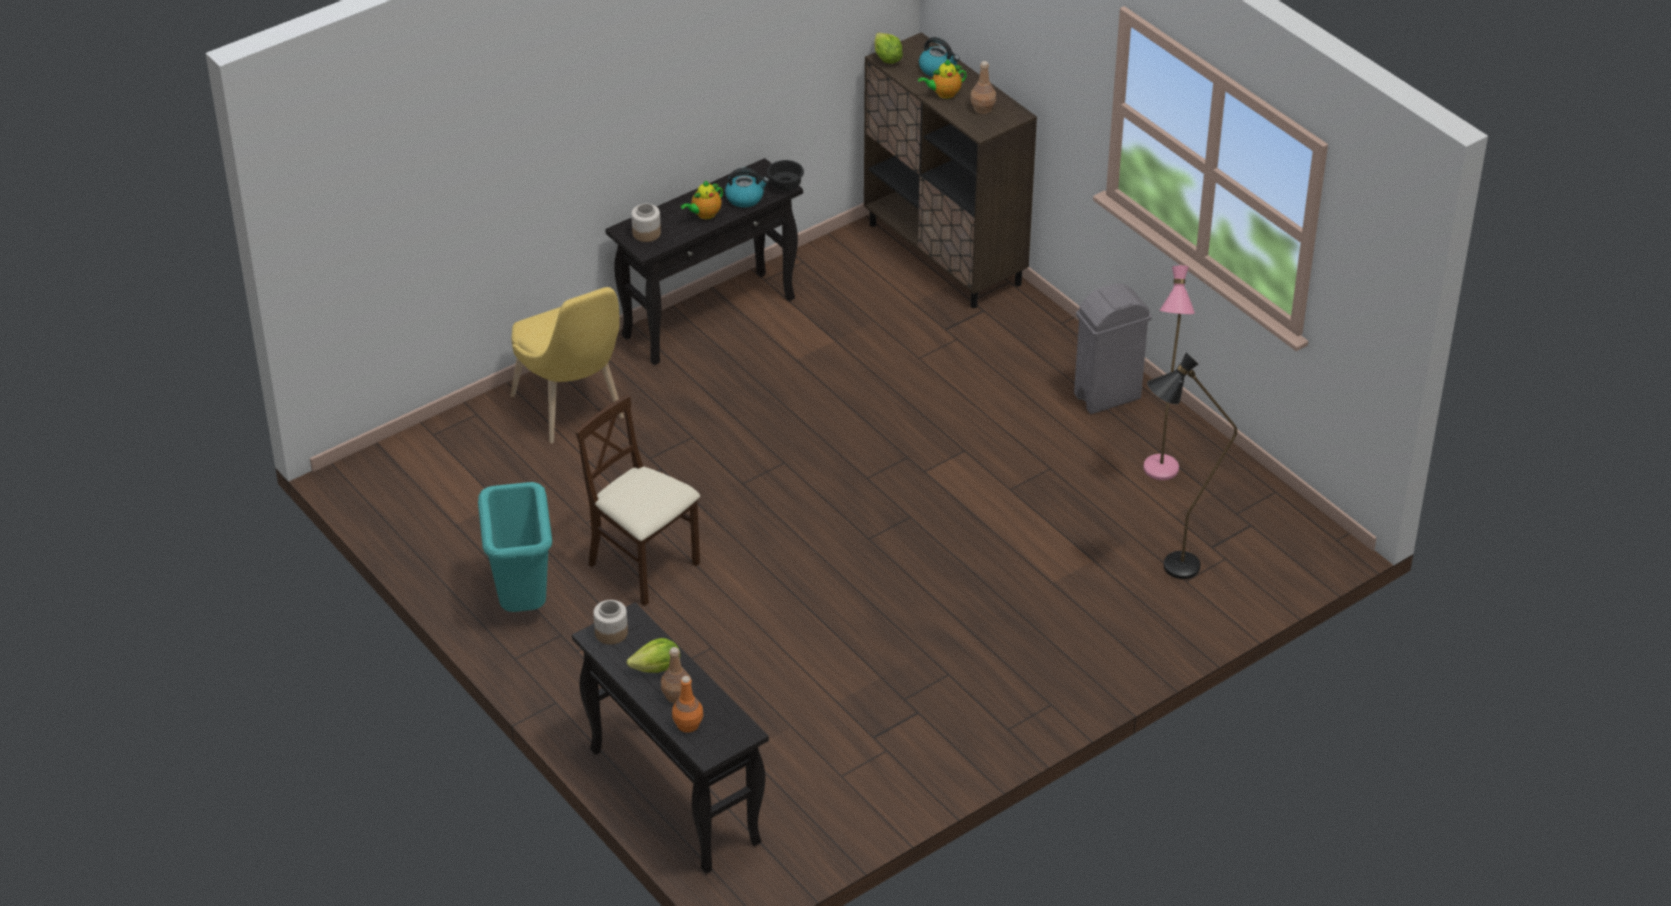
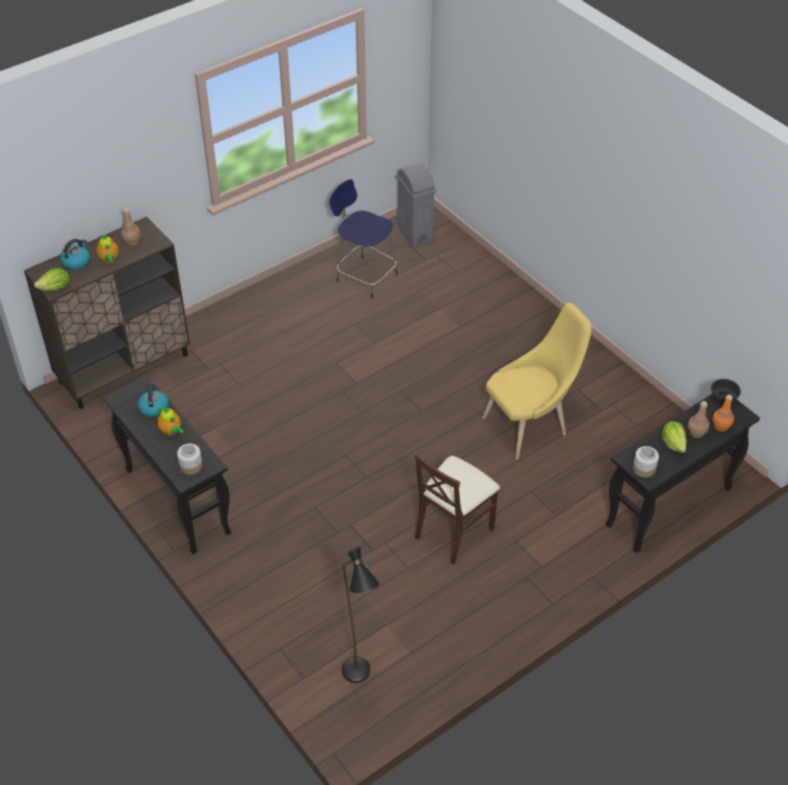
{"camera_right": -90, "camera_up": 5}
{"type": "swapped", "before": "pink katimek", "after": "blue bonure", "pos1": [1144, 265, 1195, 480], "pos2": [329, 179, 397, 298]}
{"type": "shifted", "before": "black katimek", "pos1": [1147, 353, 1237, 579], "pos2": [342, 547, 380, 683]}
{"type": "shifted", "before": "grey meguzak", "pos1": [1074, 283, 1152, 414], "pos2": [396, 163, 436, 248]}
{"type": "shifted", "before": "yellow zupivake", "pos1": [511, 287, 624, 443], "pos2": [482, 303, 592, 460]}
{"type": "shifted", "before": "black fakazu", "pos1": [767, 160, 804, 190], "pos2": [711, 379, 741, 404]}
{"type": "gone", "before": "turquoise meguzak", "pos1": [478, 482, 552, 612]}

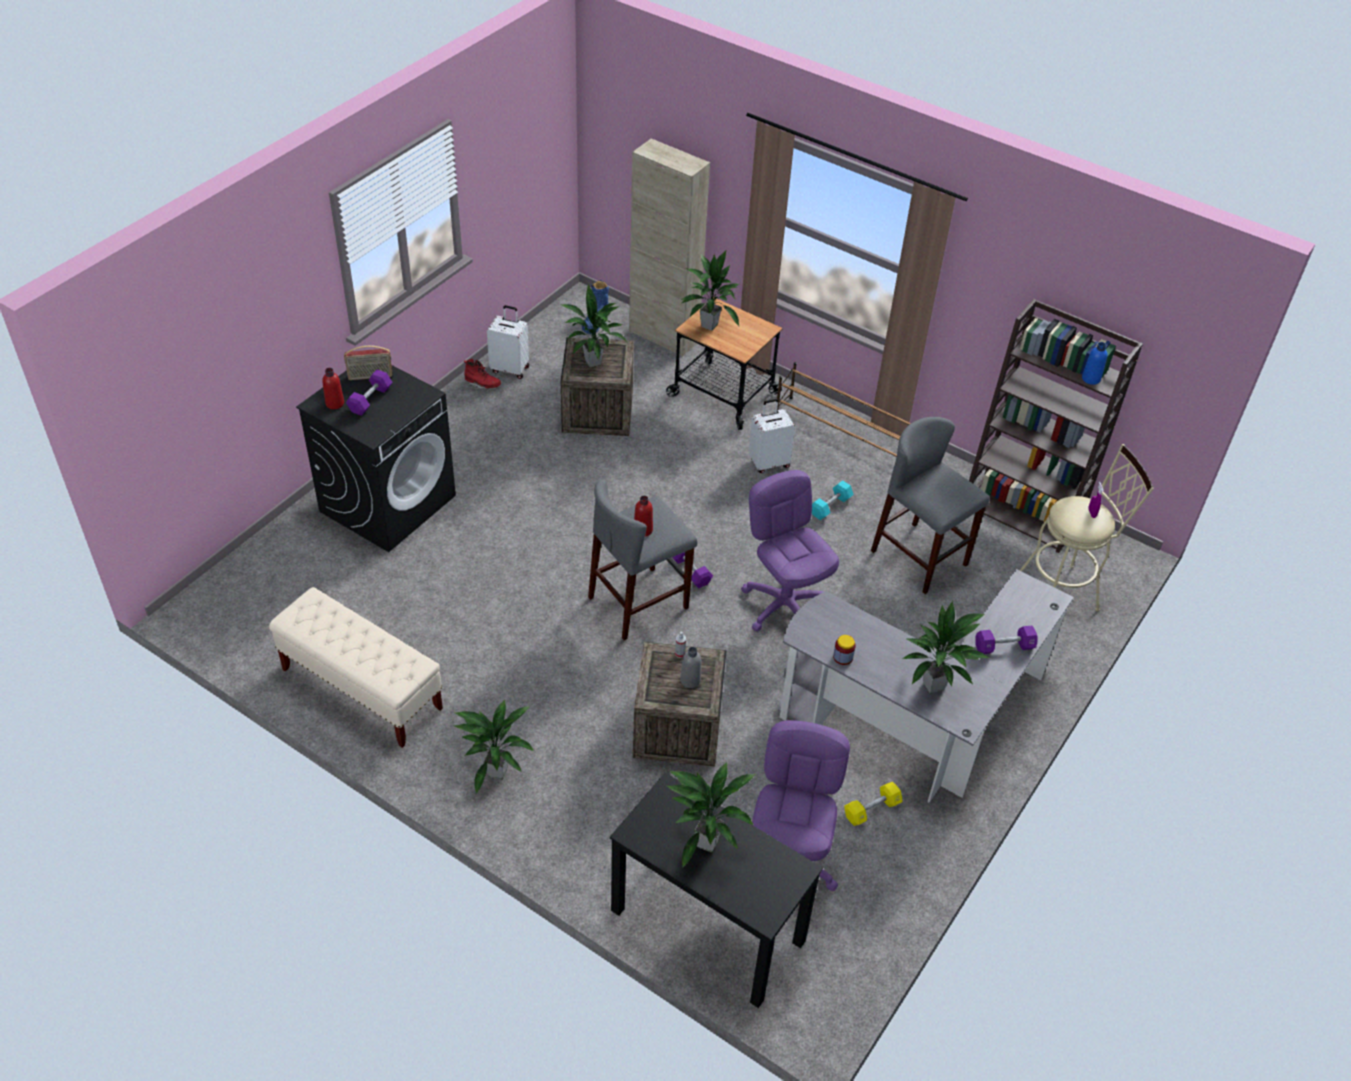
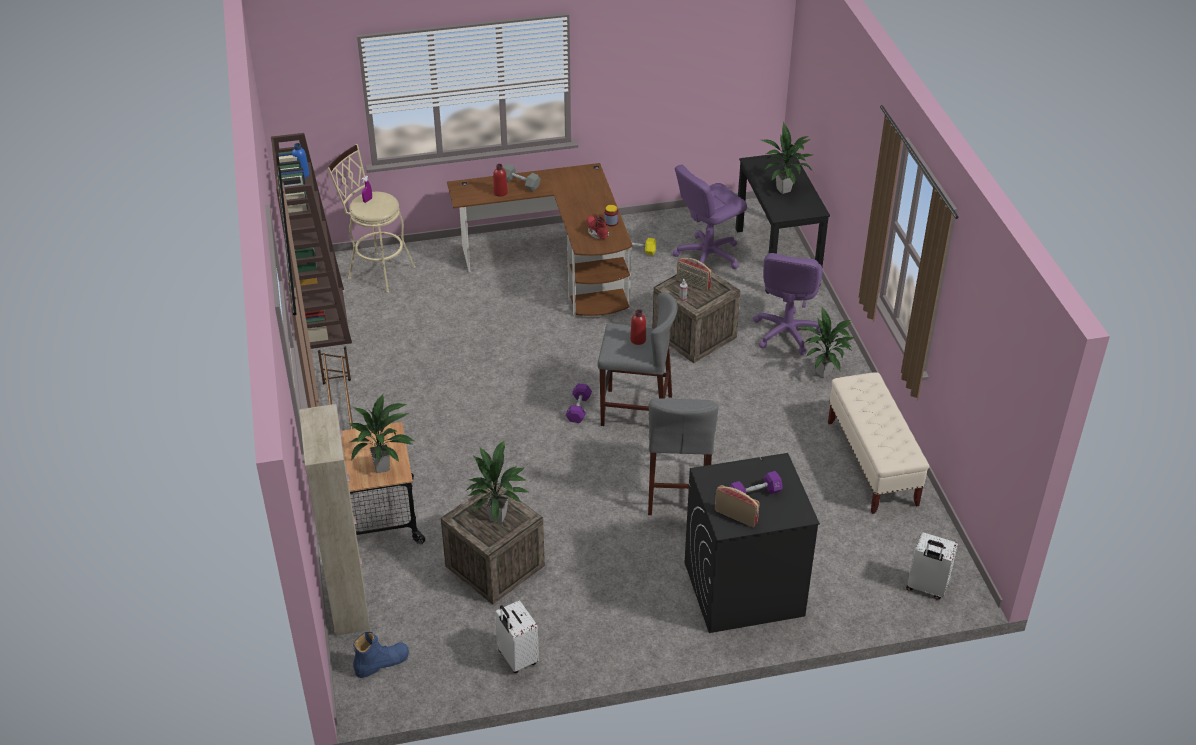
{"camera_right": -135, "camera_up": -5}
{"type": "repainted", "before": "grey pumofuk", "after": "brown pumofuk", "pos1": [778, 569, 1074, 803], "pos2": [447, 163, 633, 317]}
{"type": "shifted", "before": "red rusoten", "pos1": [322, 368, 344, 409], "pos2": [493, 164, 508, 197]}
{"type": "repainted", "before": "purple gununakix", "after": "grey gununakix", "pos1": [975, 625, 1038, 654], "pos2": [503, 164, 540, 191]}
{"type": "shifted", "before": "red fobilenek", "pos1": [464, 359, 501, 390], "pos2": [586, 215, 609, 239]}
{"type": "shifted", "before": "grey bonure", "pos1": [871, 417, 990, 594], "pos2": [648, 398, 719, 515]}
{"type": "swapped", "before": "grey rusoten", "after": "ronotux", "pos1": [680, 647, 701, 688], "pos2": [677, 258, 712, 291]}
{"type": "shifted", "before": "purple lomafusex", "pos1": [741, 470, 839, 632], "pos2": [753, 253, 823, 355]}
{"type": "shifted", "before": "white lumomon", "pos1": [749, 399, 795, 473], "pos2": [906, 533, 958, 599]}
{"type": "gone", "before": "turquoise gununakix", "pos1": [812, 480, 854, 520]}
{"type": "gone", "before": "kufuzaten", "pos1": [902, 601, 989, 694]}

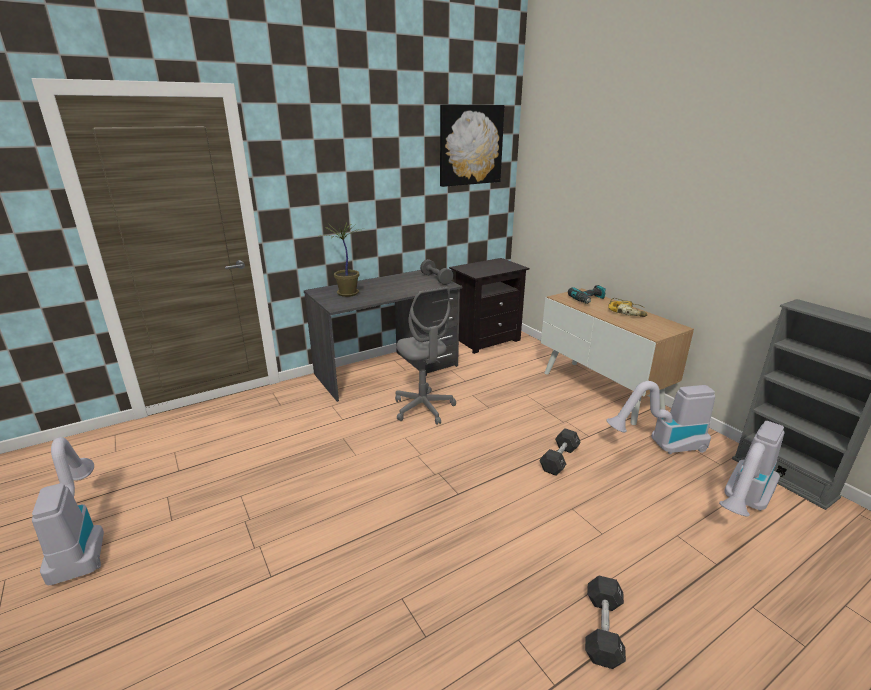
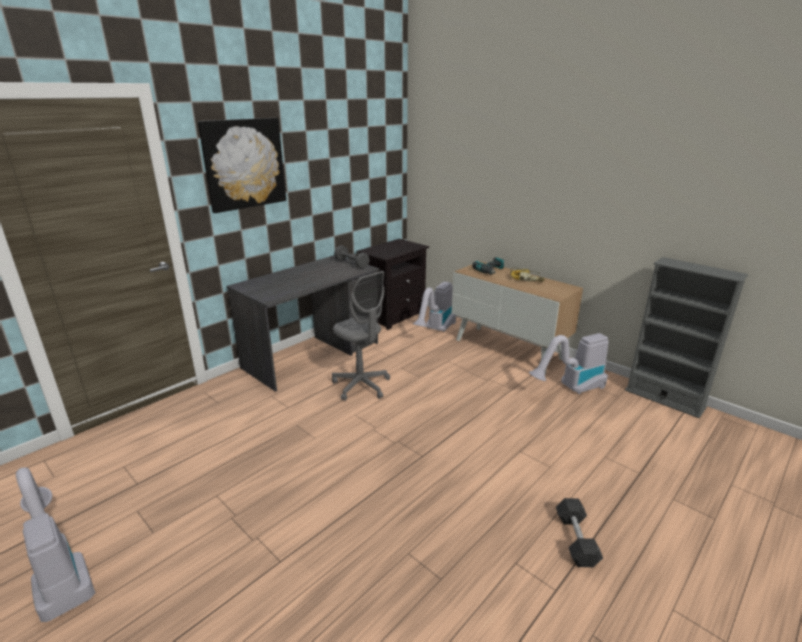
{"camera_right": -15, "camera_up": 0}
{"type": "shifted", "before": "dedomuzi", "pos1": [440, 104, 505, 187], "pos2": [198, 118, 286, 213]}
{"type": "shifted", "before": "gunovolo", "pos1": [719, 421, 785, 517], "pos2": [413, 282, 456, 332]}
{"type": "gone", "before": "kufuzaten", "pos1": [318, 222, 365, 297]}
{"type": "gone", "before": "black gununakix", "pos1": [539, 428, 581, 476]}

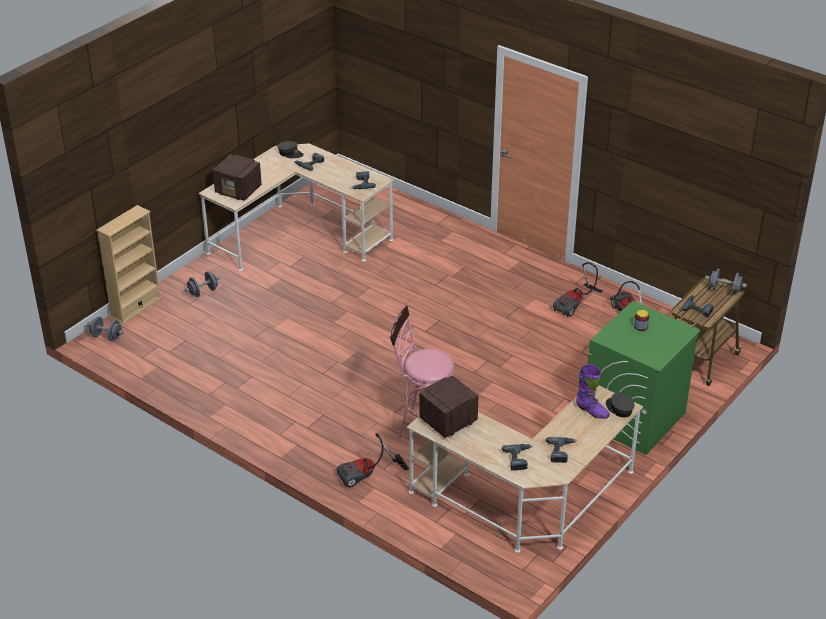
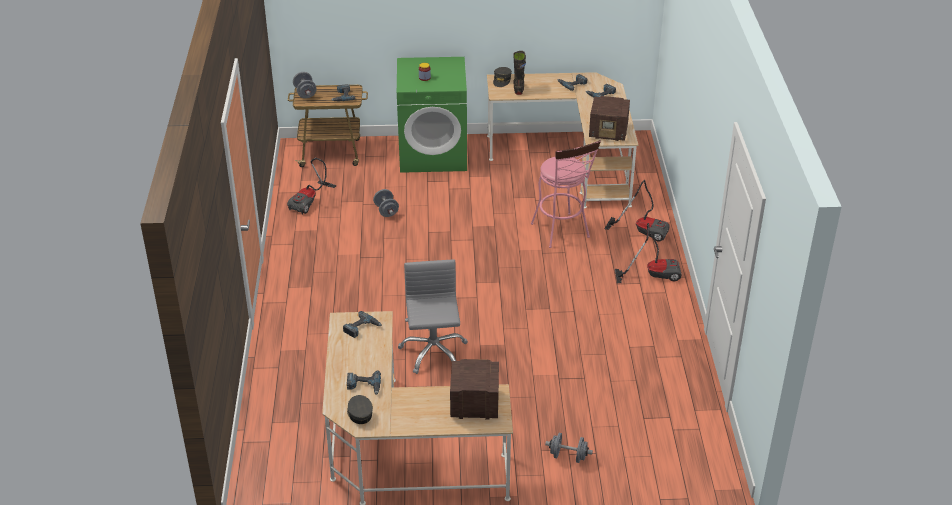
{"camera_right": -130, "camera_up": 0}
{"type": "shifted", "before": "grey gununakix", "pos1": [87, 316, 124, 341], "pos2": [373, 189, 399, 217]}
{"type": "new", "after": "grey lomafusex", "pos2": [398, 260, 468, 374]}
{"type": "rotated", "before": "ronotux", "pos1": [213, 154, 262, 201], "pos2": [450, 359, 499, 419], "turn": -75}
{"type": "repainted", "before": "purple fobilenek", "after": "black fobilenek", "pos1": [576, 364, 610, 419], "pos2": [513, 51, 526, 95]}
{"type": "shifted", "before": "gunovolo", "pos1": [553, 262, 602, 317], "pos2": [615, 223, 682, 283]}
{"type": "gone", "before": "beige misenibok", "pos1": [96, 205, 162, 324]}

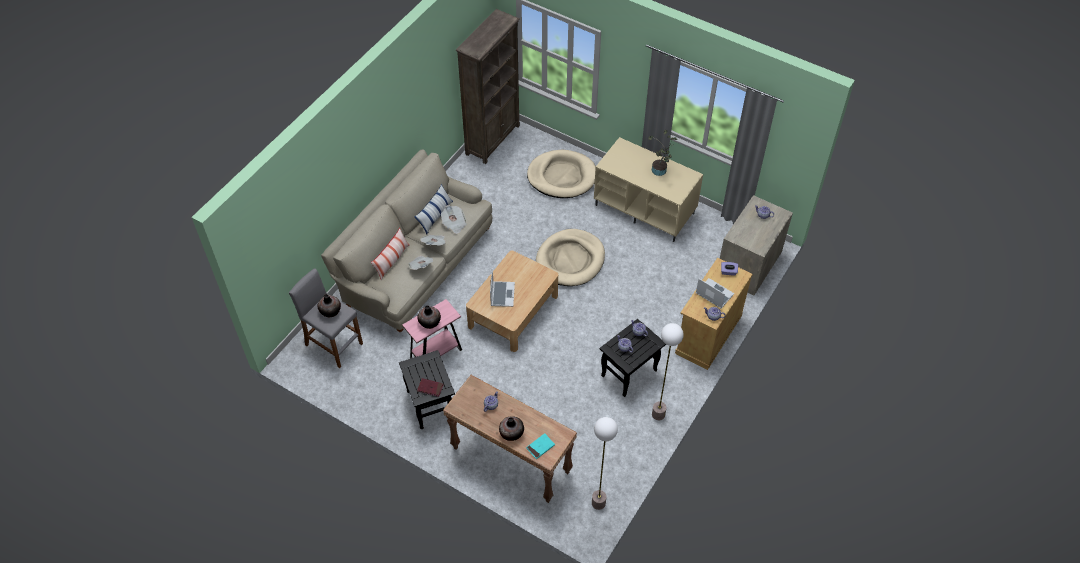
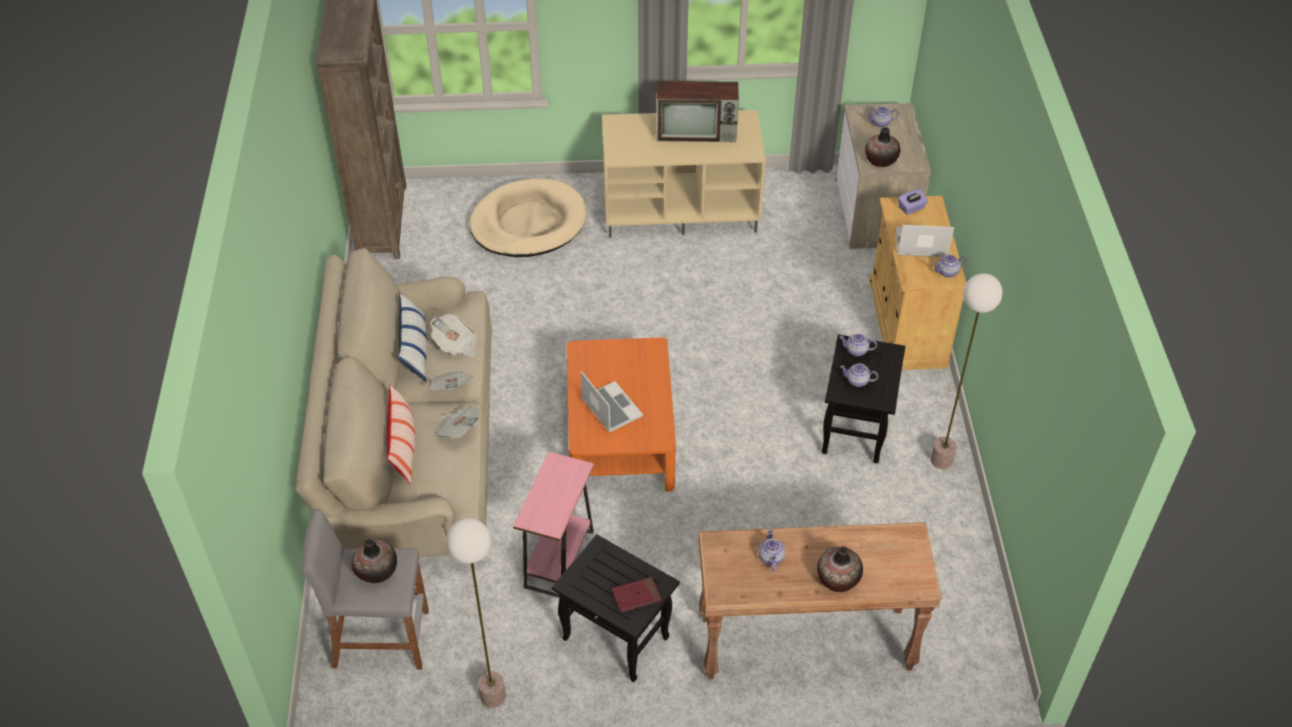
{"camera_right": -35, "camera_up": -5}
{"type": "shifted", "before": "katimek", "pos1": [592, 417, 618, 510], "pos2": [446, 518, 506, 708]}
{"type": "repainted", "before": "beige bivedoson", "after": "orange bivedoson", "pos1": [466, 251, 558, 352], "pos2": [567, 337, 676, 495]}
{"type": "swapped", "before": "kufuzaten", "after": "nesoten", "pos1": [648, 130, 678, 176], "pos2": [657, 81, 739, 142]}
{"type": "shifted", "before": "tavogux", "pos1": [417, 305, 441, 329], "pos2": [865, 127, 900, 167]}
{"type": "gone", "before": "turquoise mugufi", "pos1": [526, 433, 555, 459]}
{"type": "gone", "before": "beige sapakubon", "pos1": [536, 229, 605, 286]}

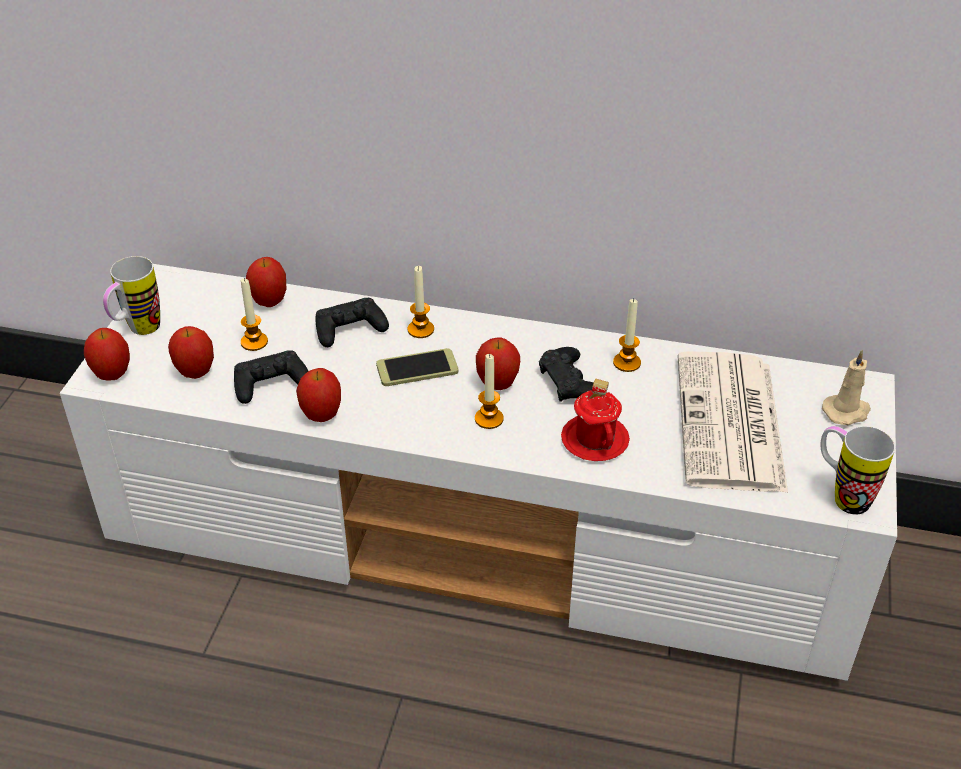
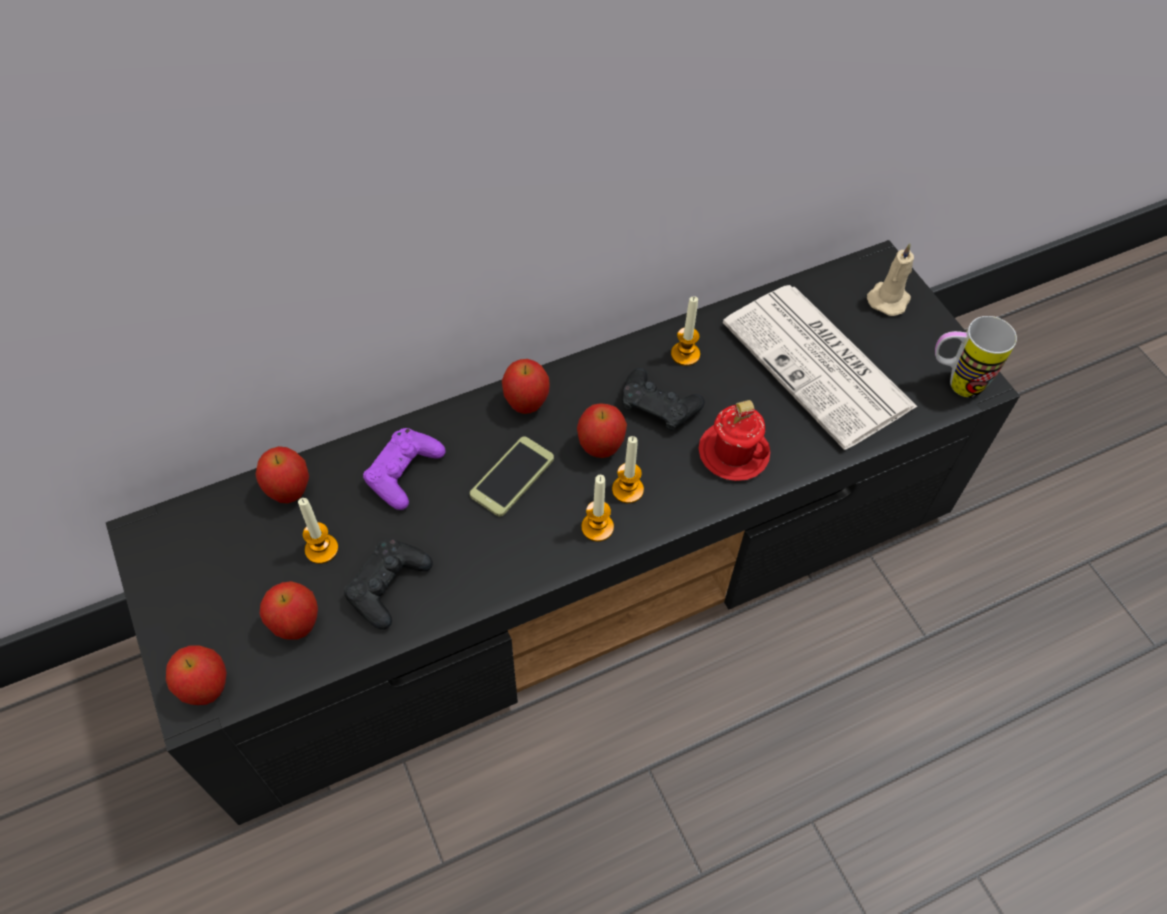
{"camera_right": -40, "camera_up": 15}
{"type": "repainted", "before": "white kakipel", "after": "black kakipel", "pos1": [60, 264, 897, 681], "pos2": [106, 240, 1020, 825]}
{"type": "repainted", "before": "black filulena", "after": "purple filulena", "pos1": [315, 298, 389, 347], "pos2": [363, 428, 446, 510]}
{"type": "shifted", "before": "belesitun", "pos1": [296, 368, 341, 422], "pos2": [502, 359, 550, 414]}
{"type": "shifted", "before": "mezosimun", "pos1": [408, 266, 434, 338], "pos2": [581, 475, 614, 542]}
{"type": "gone", "before": "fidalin", "pos1": [103, 256, 160, 335]}

